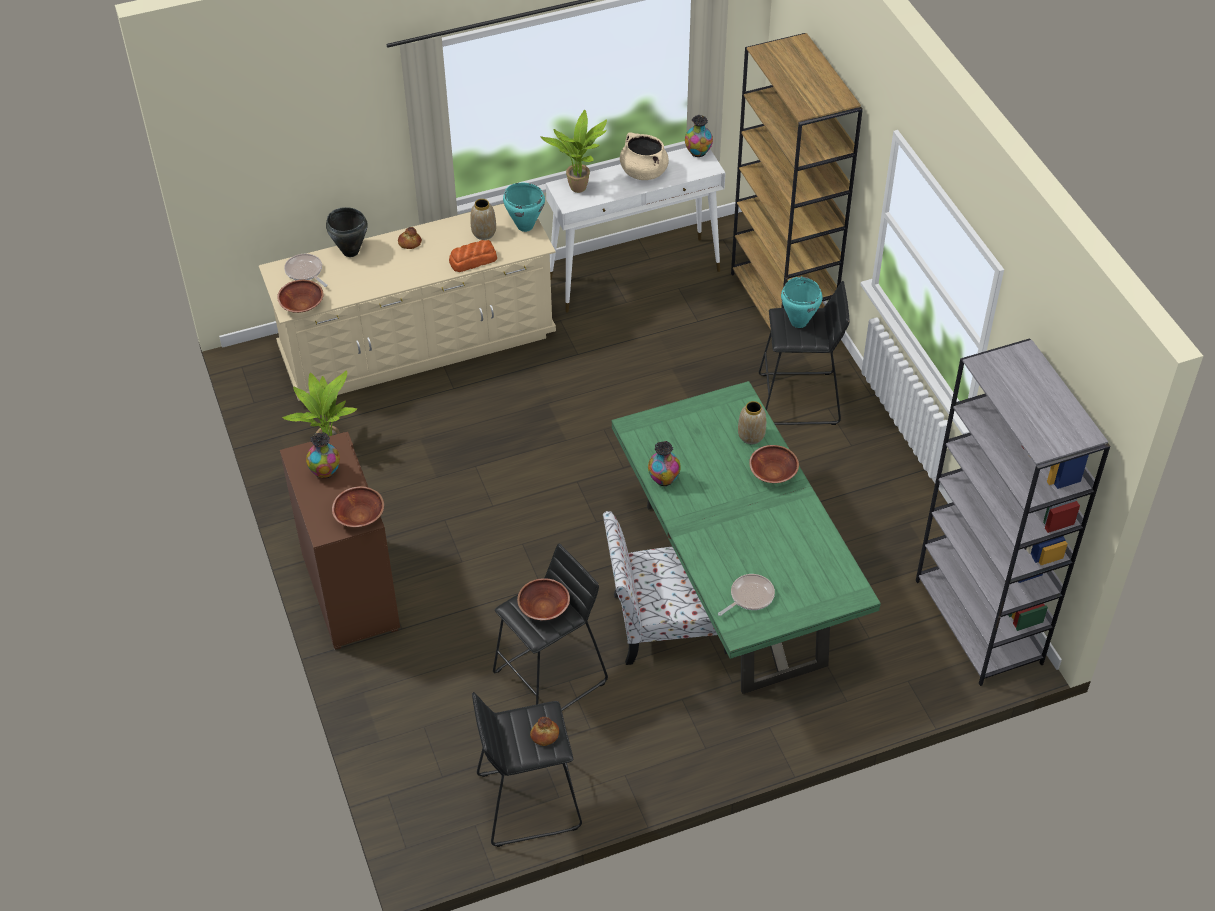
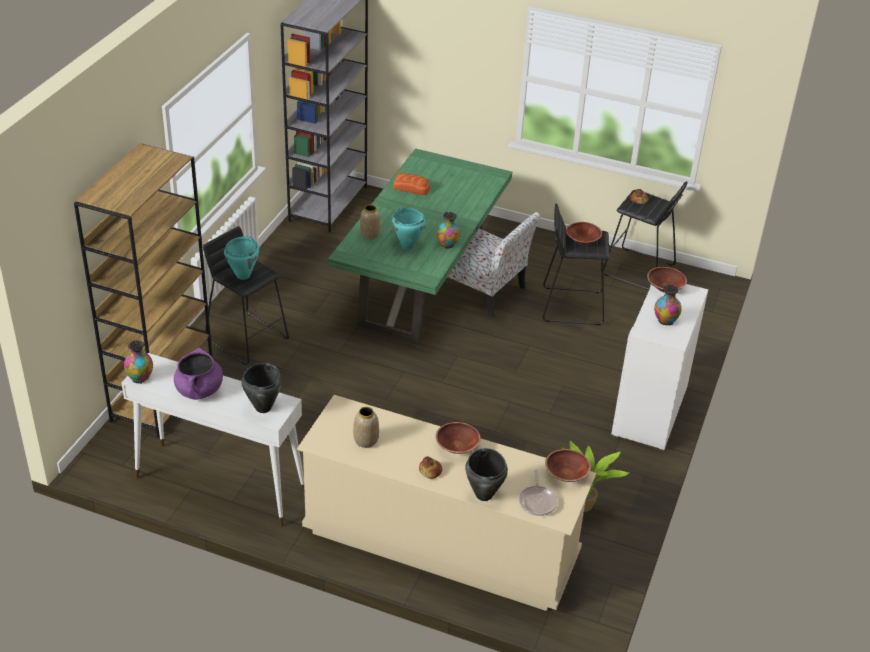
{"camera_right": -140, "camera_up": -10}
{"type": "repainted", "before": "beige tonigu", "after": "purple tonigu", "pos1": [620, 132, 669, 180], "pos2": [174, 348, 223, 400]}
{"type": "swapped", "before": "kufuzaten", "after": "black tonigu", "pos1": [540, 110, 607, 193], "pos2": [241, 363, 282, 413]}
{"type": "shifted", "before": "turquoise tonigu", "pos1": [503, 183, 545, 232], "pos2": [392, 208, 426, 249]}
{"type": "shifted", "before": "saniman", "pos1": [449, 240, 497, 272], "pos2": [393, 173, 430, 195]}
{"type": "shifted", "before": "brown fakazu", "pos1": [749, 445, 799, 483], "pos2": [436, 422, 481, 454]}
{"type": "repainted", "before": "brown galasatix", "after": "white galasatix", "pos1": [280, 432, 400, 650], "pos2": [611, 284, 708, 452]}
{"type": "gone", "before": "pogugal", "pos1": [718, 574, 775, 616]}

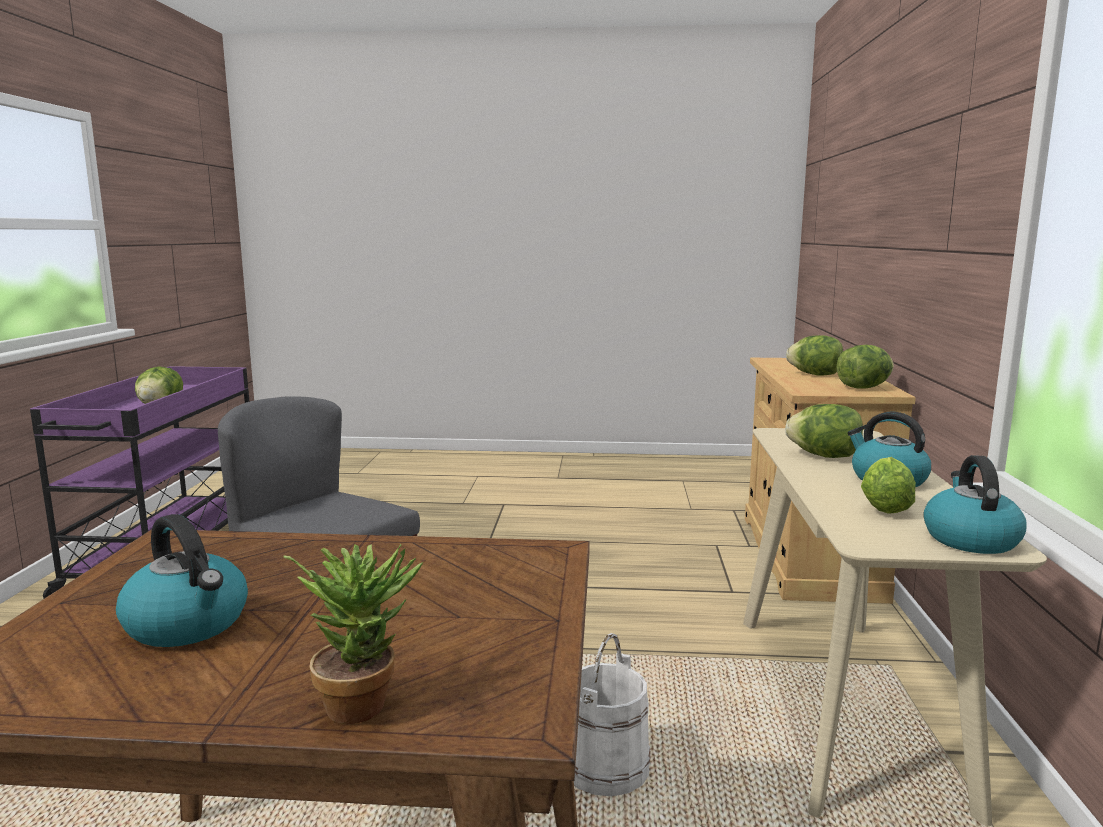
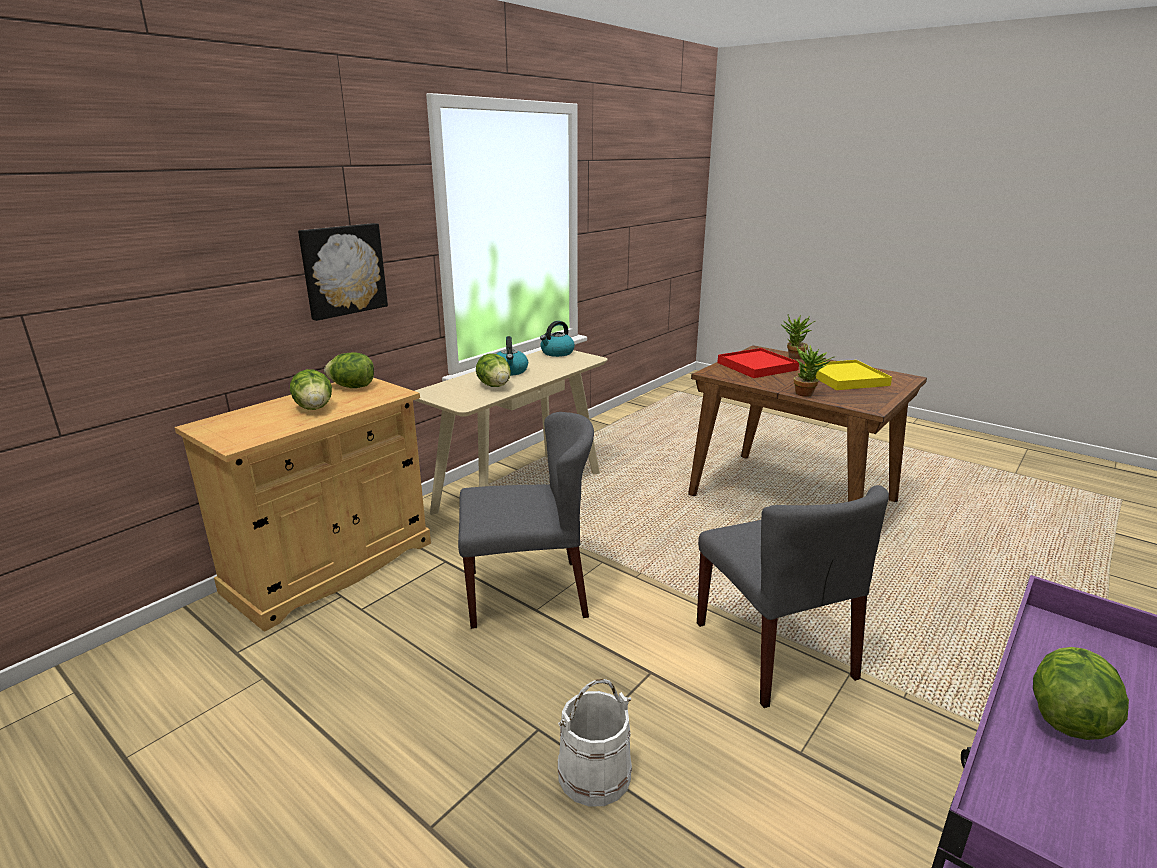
{"camera_right": -145, "camera_up": 10}
{"type": "new", "after": "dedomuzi", "pos2": [298, 223, 388, 321]}
{"type": "new", "after": "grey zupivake", "pos2": [458, 412, 594, 629]}
{"type": "shifted", "before": "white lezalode", "pos1": [574, 633, 651, 796], "pos2": [558, 679, 632, 807]}
{"type": "new", "after": "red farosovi", "pos2": [717, 348, 799, 378]}
{"type": "new", "after": "kufuzaten", "pos2": [794, 345, 836, 397]}
{"type": "swapped", "before": "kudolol", "after": "yellow farosovi", "pos1": [116, 514, 248, 647], "pos2": [804, 360, 892, 390]}
{"type": "gone", "before": "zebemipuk", "pos1": [861, 457, 916, 514]}

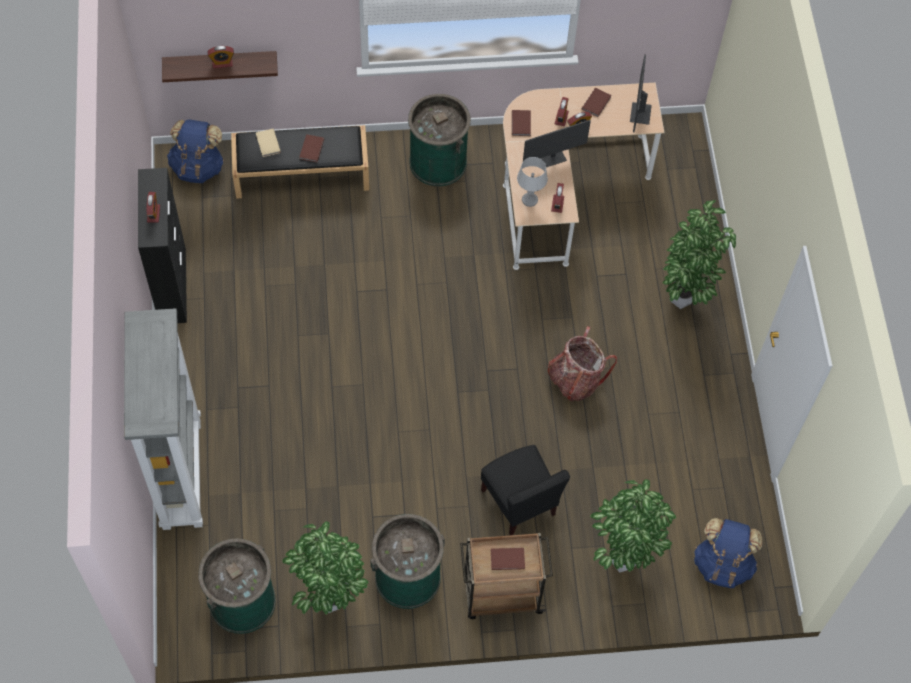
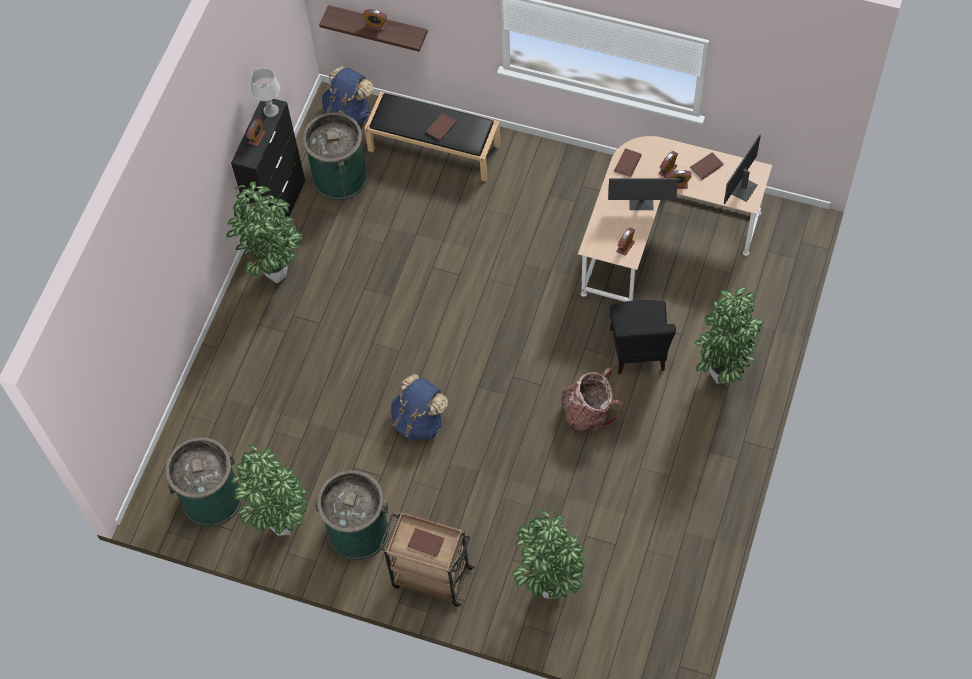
{"camera_right": 30, "camera_up": 0}
{"type": "new", "after": "kufuzaten", "pos2": [226, 181, 302, 284]}
{"type": "shifted", "before": "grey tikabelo", "pos1": [517, 157, 548, 207], "pos2": [251, 68, 280, 117]}
{"type": "shifted", "before": "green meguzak", "pos1": [408, 94, 471, 187], "pos2": [302, 112, 368, 200]}
{"type": "shifted", "before": "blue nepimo", "pos1": [694, 518, 762, 588], "pos2": [391, 374, 448, 441]}
{"type": "shifted", "before": "black zupivake", "pos1": [481, 445, 570, 535], "pos2": [610, 300, 676, 374]}
{"type": "gone", "before": "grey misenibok", "pos1": [124, 308, 203, 530]}
{"type": "gone", "before": "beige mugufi", "pos1": [256, 129, 281, 157]}

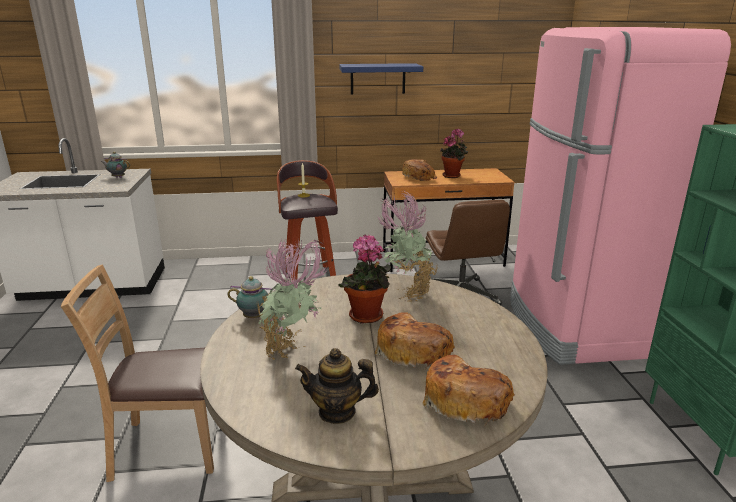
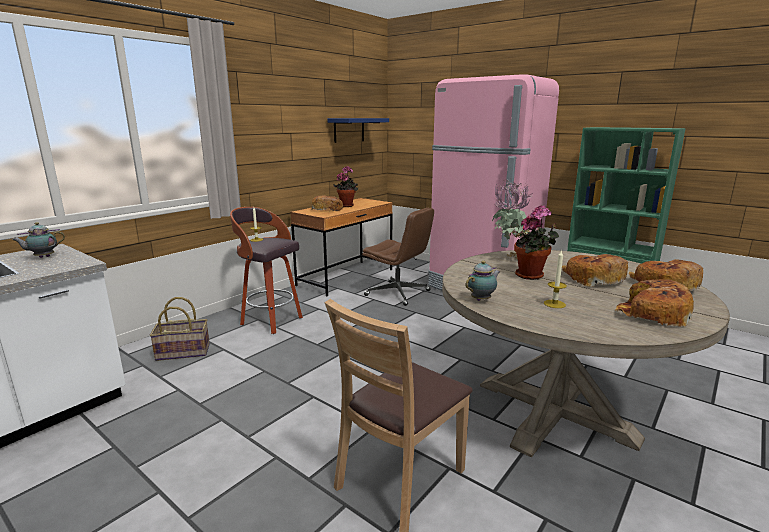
{"camera_right": -45, "camera_up": -5}
{"type": "new", "after": "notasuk", "pos2": [150, 297, 210, 361]}
{"type": "shifted", "before": "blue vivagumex", "pos1": [339, 63, 423, 95], "pos2": [327, 118, 389, 143]}
{"type": "swapped", "before": "kufuzaten", "after": "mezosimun", "pos1": [257, 238, 329, 360], "pos2": [544, 249, 567, 308]}
{"type": "swapped", "before": "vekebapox", "after": "saniman", "pos1": [295, 348, 379, 424], "pos2": [615, 279, 694, 327]}

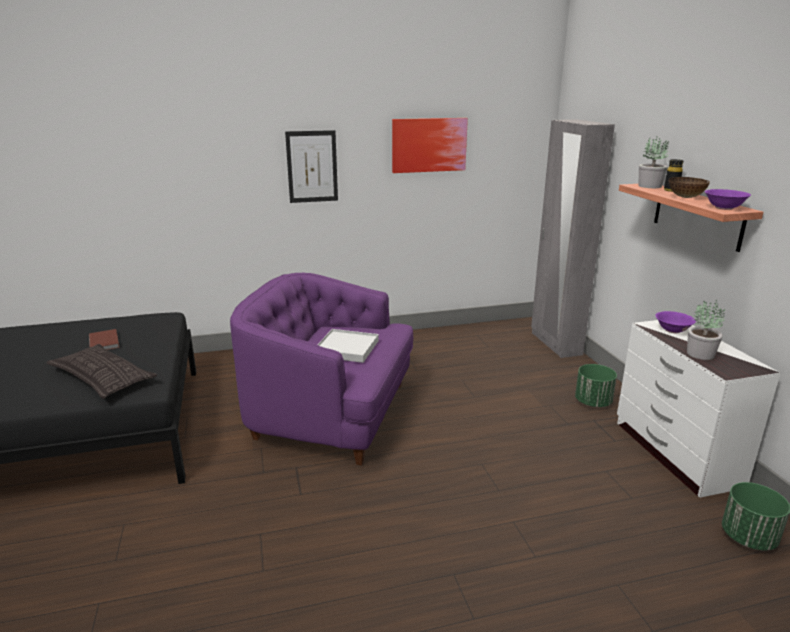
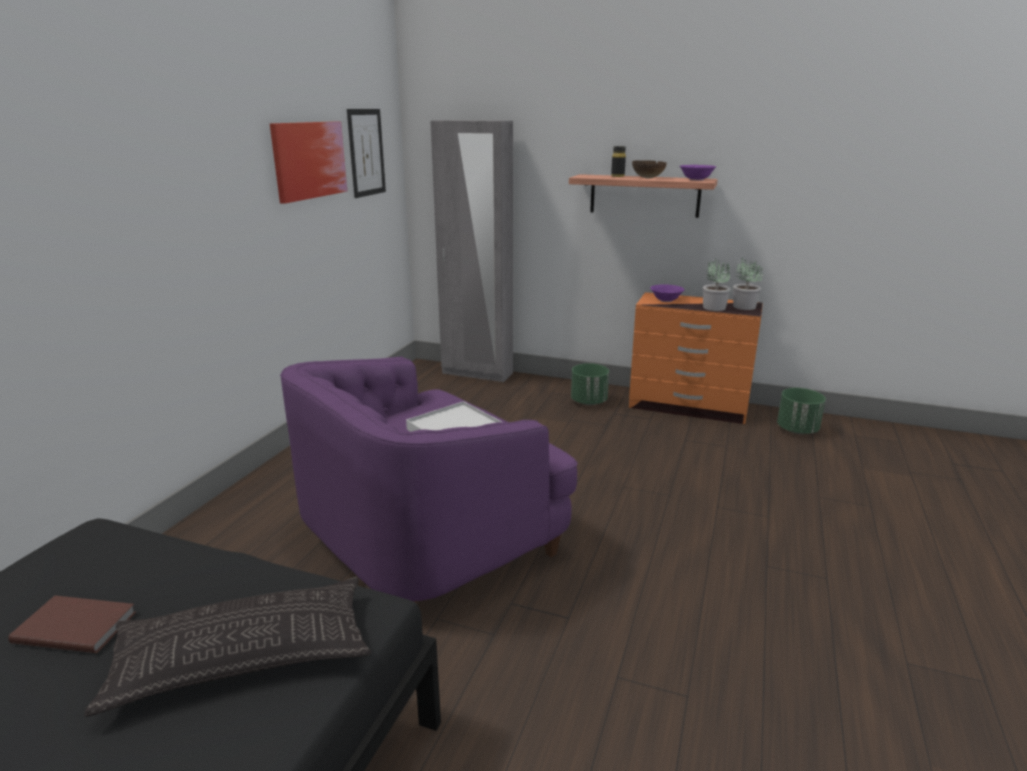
{"camera_right": -55, "camera_up": 0}
{"type": "shifted", "before": "dedomuzi", "pos1": [285, 130, 338, 203], "pos2": [347, 109, 386, 198]}
{"type": "repainted", "before": "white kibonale", "after": "orange kibonale", "pos1": [617, 320, 781, 498], "pos2": [629, 292, 763, 424]}
{"type": "shifted", "before": "kufuzaten", "pos1": [638, 136, 669, 188], "pos2": [733, 258, 763, 310]}

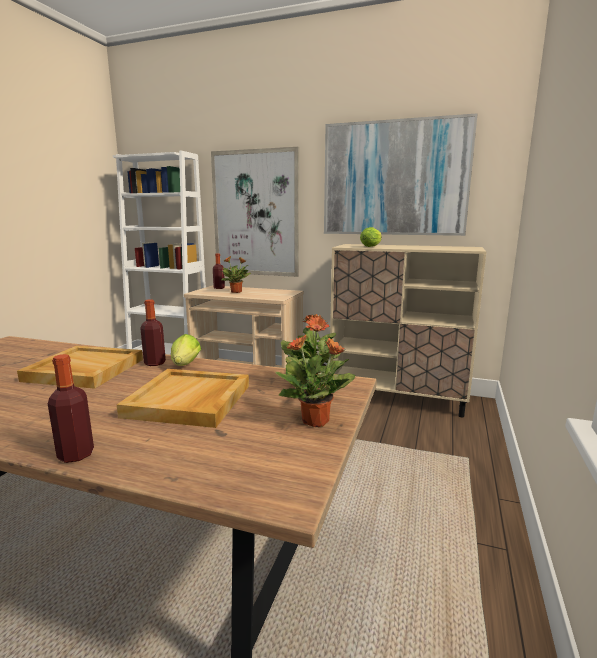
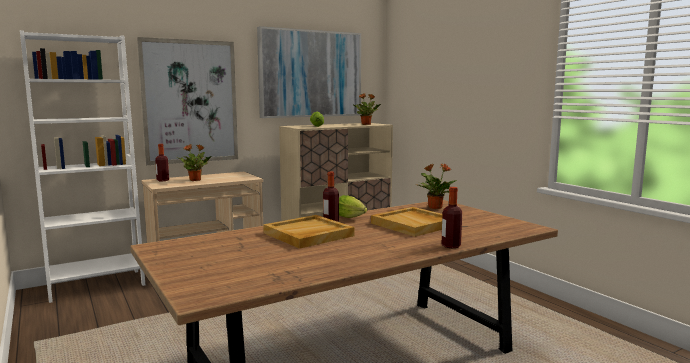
{"camera_right": -50, "camera_up": -5}
{"type": "shifted", "before": "kufuzaten", "pos1": [275, 335, 355, 427], "pos2": [352, 93, 381, 125]}

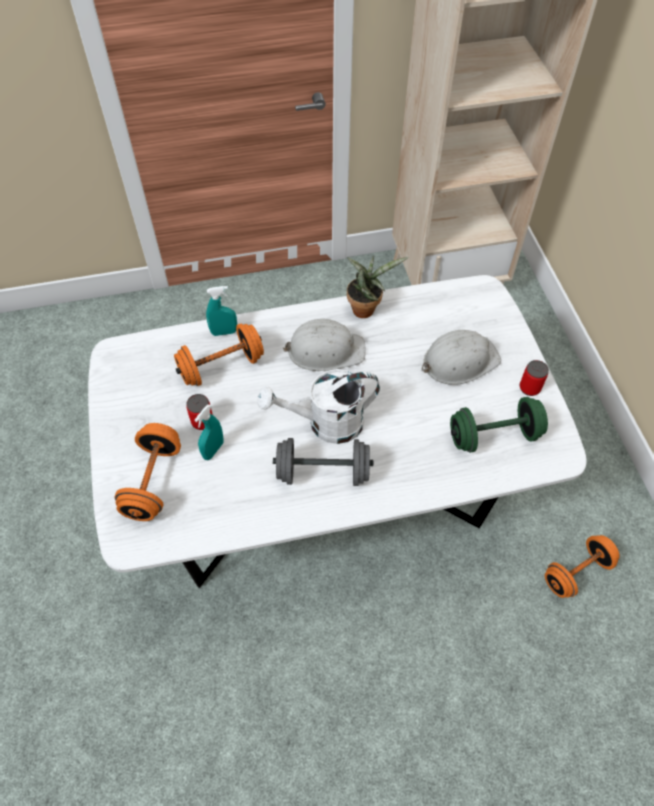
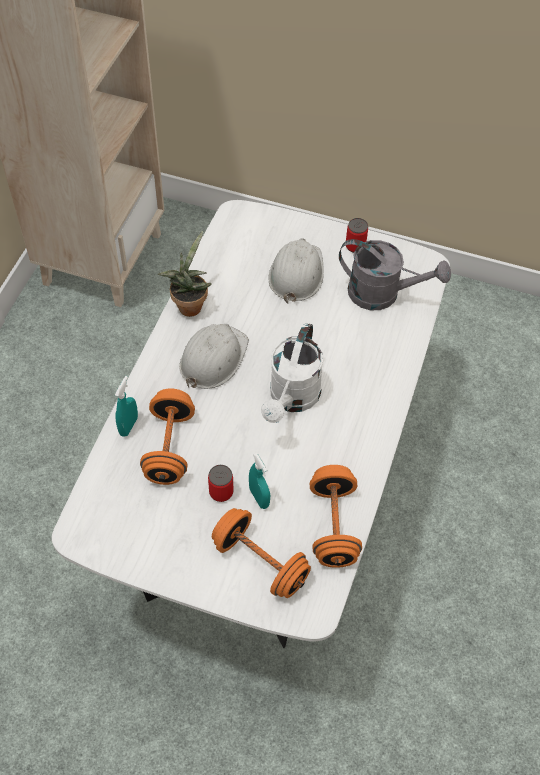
{"camera_right": -60, "camera_up": 0}
{"type": "shifted", "before": "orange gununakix", "pos1": [545, 535, 620, 598], "pos2": [310, 465, 362, 568]}
{"type": "swapped", "before": "green gununakix", "after": "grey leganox", "pos1": [450, 397, 548, 453], "pos2": [339, 239, 451, 310]}
{"type": "gone", "before": "grey gununakix", "pos1": [273, 438, 373, 486]}

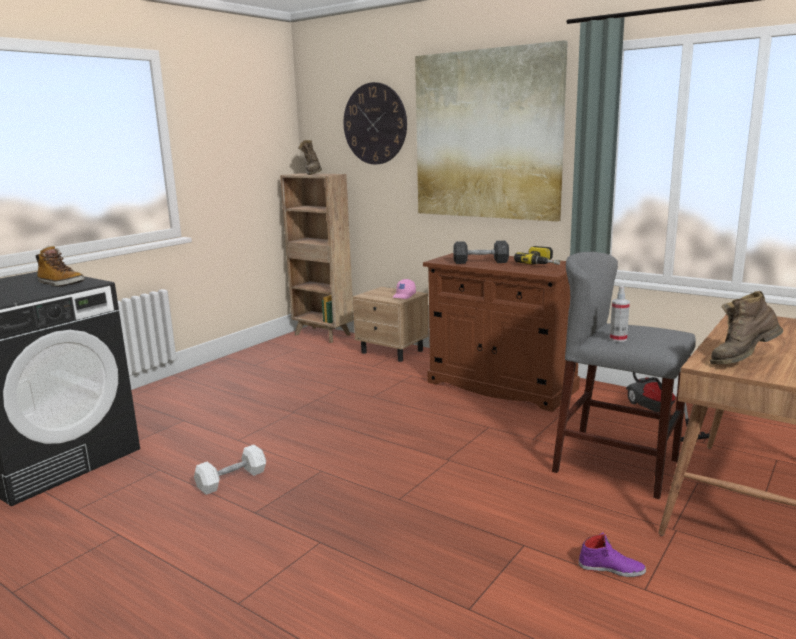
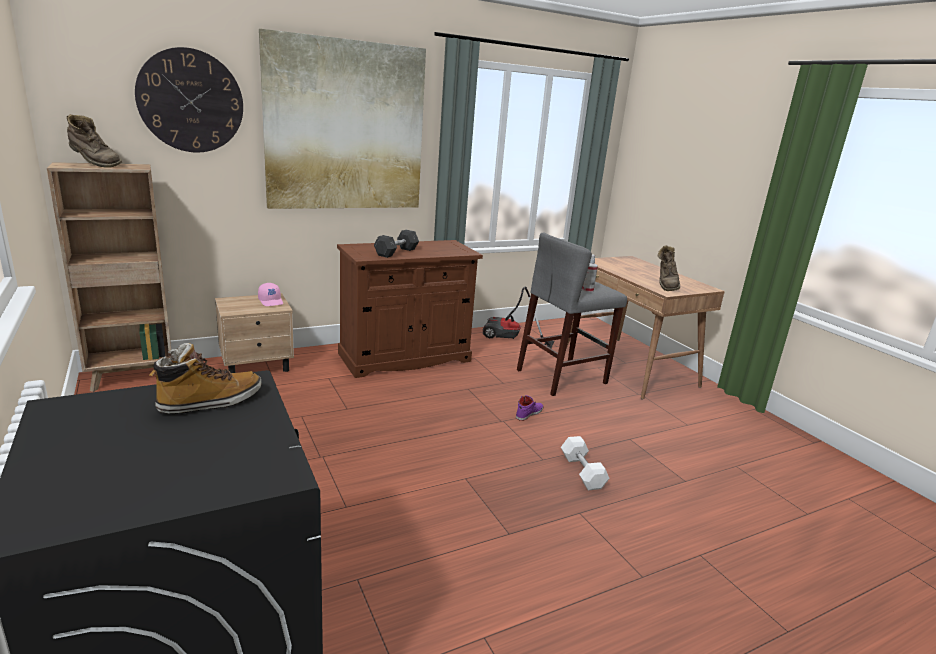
{"camera_right": -65, "camera_up": 5}
{"type": "shifted", "before": "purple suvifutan", "pos1": [579, 533, 646, 577], "pos2": [516, 395, 543, 421]}
{"type": "shifted", "before": "white gununakix", "pos1": [194, 445, 266, 495], "pos2": [561, 436, 610, 490]}
{"type": "gone", "before": "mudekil", "pos1": [514, 246, 560, 265]}

